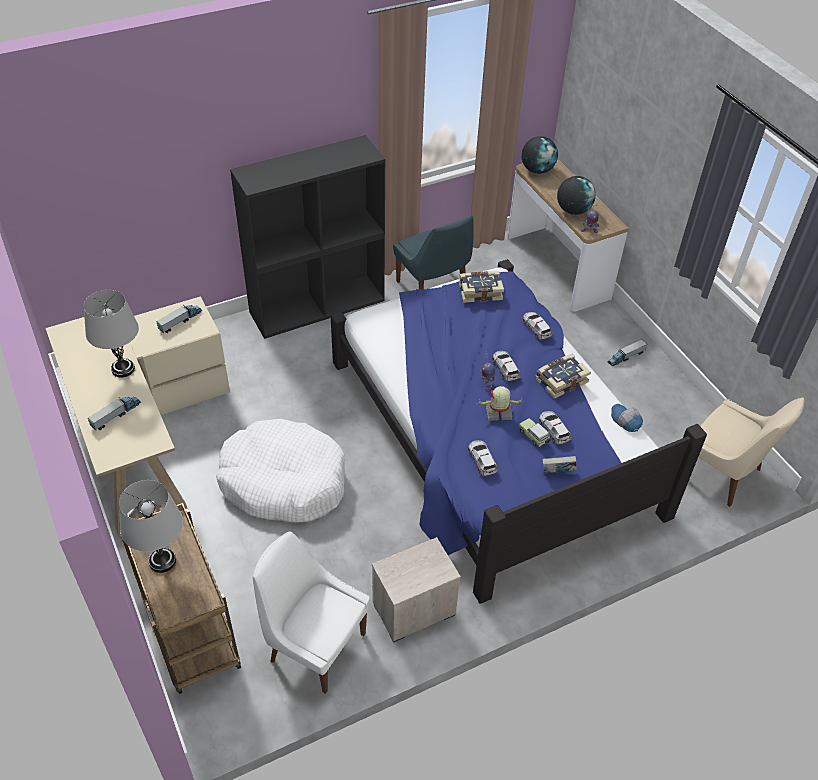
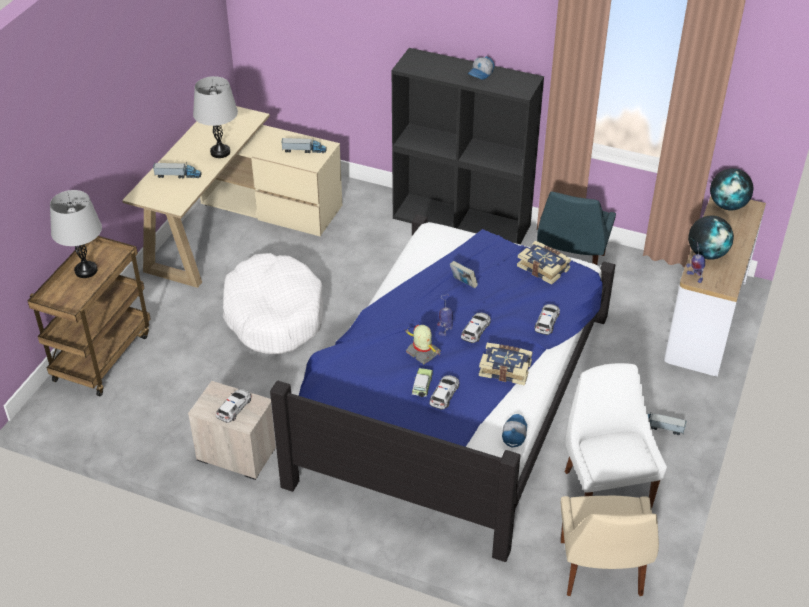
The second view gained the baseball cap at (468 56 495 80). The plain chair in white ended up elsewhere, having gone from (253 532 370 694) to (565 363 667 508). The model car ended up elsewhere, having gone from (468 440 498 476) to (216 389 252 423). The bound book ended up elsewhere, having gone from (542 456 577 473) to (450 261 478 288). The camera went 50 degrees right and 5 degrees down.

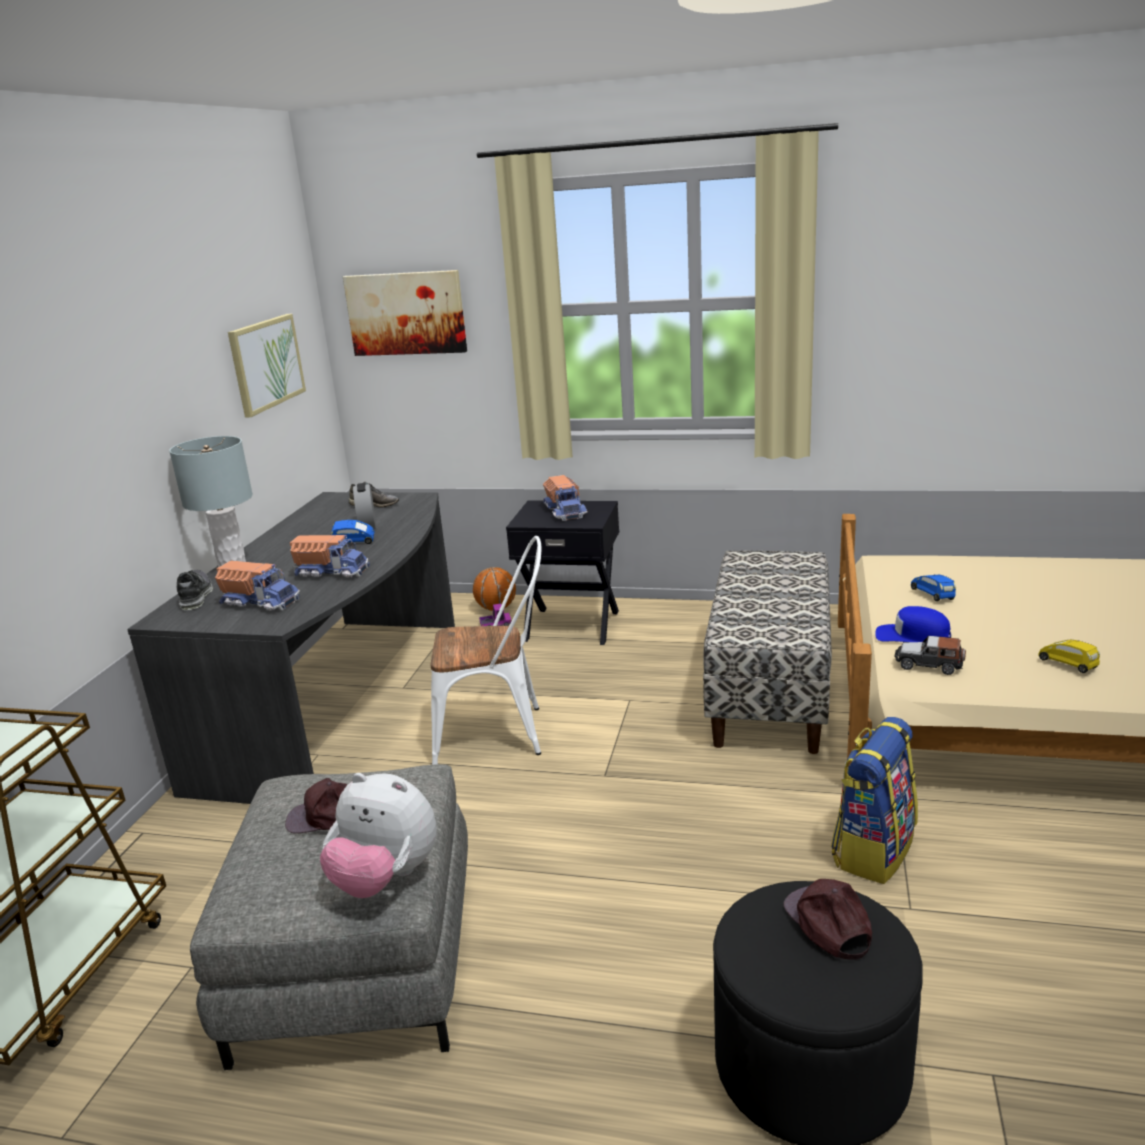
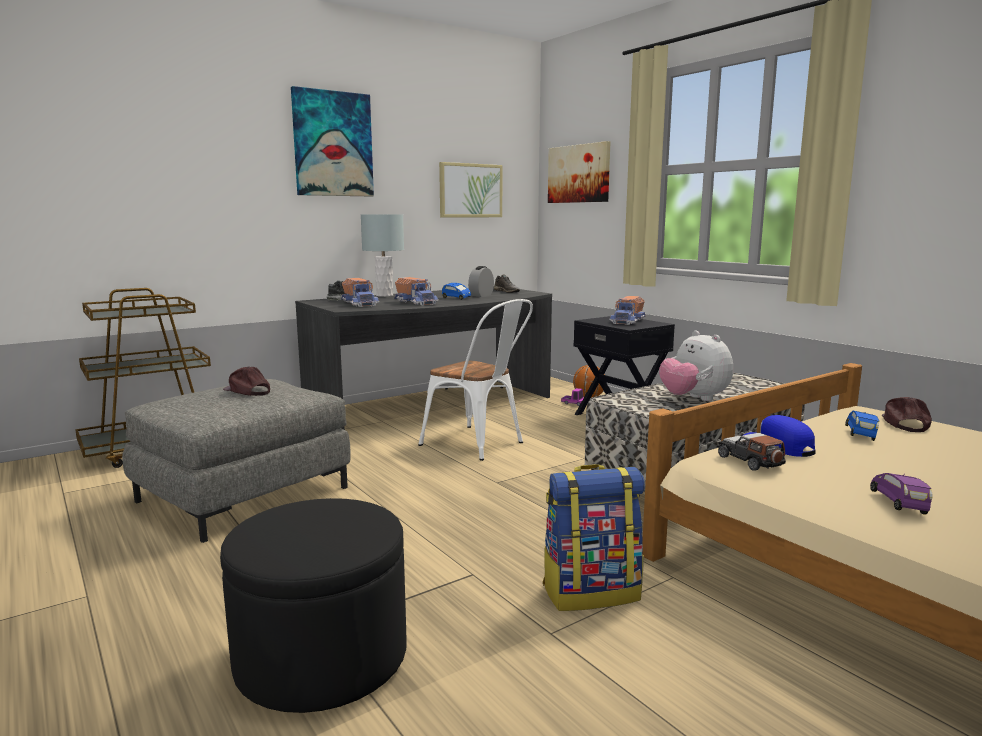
The second view gained the wall picture at (291 86 374 197). The cuddly toy ended up elsewhere, having gone from (320 773 437 898) to (659 331 733 401). The baseball cap in brownish ended up elsewhere, having gone from (784 879 872 960) to (882 397 932 432). What was the model car in yellowish at (1038 640 1100 673) turned into the model car in purple-coloured at (870 473 933 514). The camera went 40 degrees right and 10 degrees down.

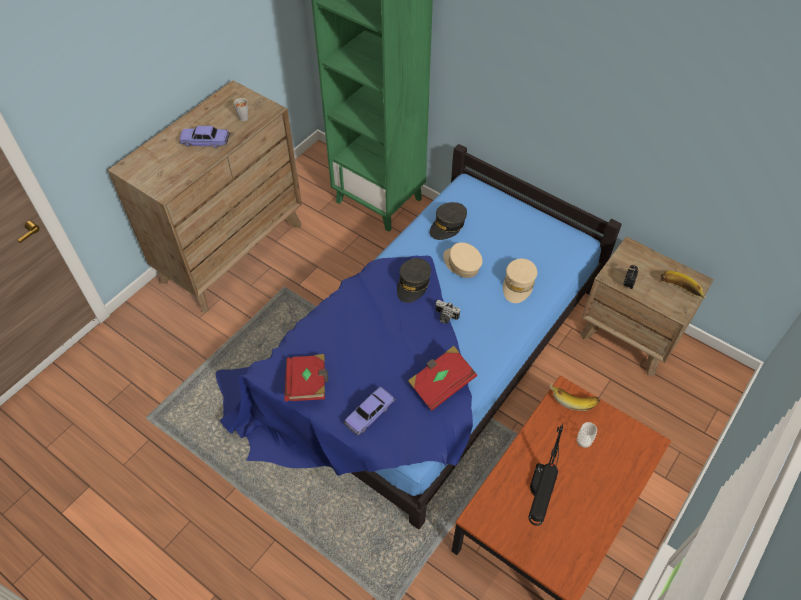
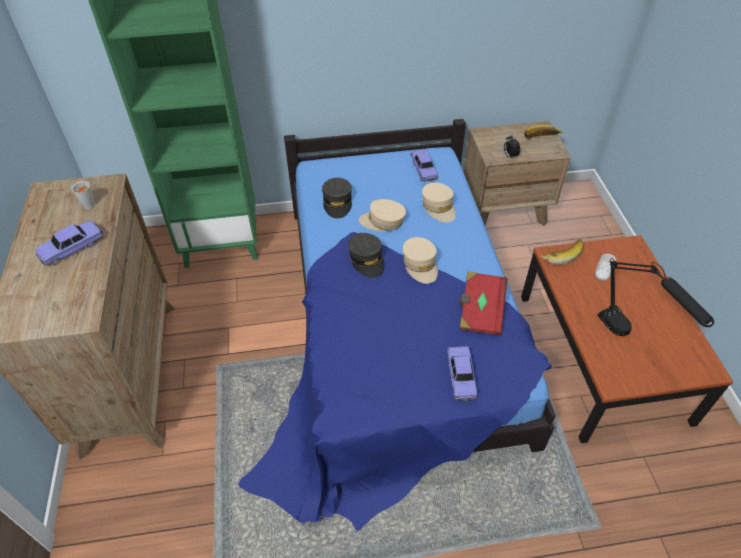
The second view lost the bound book in reddish at (284 354 328 402). The second view gained the model car at (410 149 438 182). Where the still camera stood at (435 300 460 324), the baseball cap in beige came to stand at (403 237 438 284). The camera went 45 degrees left and 5 degrees down.

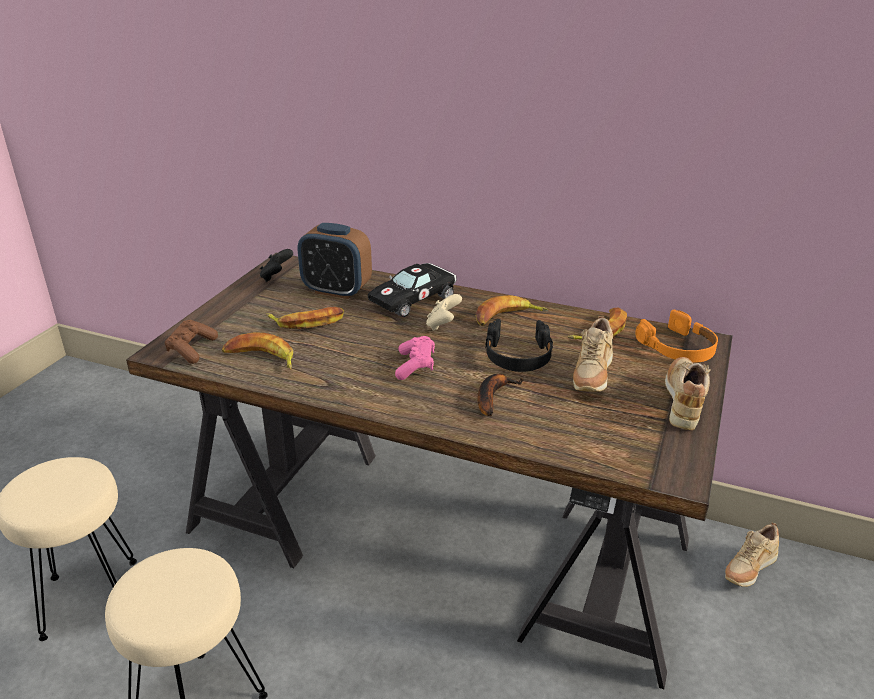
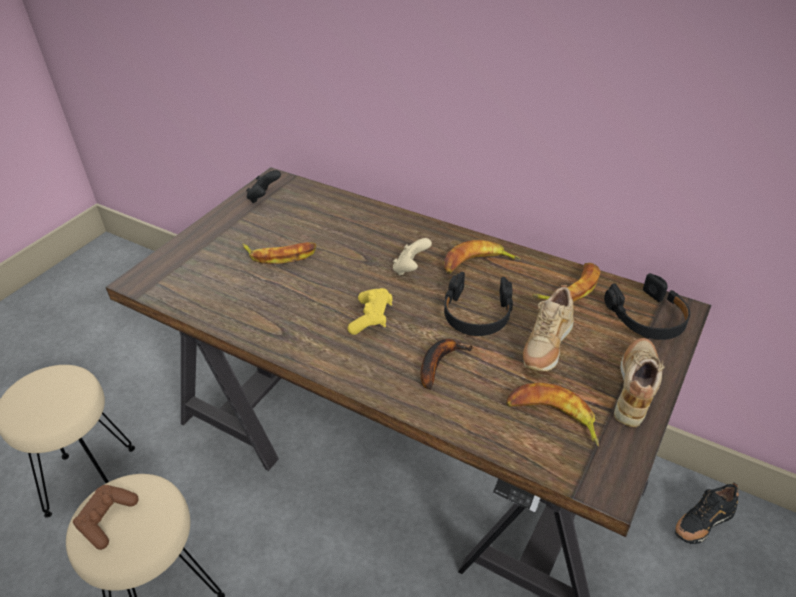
The second view lost the table clock at (298 223 372 299). The second view lost the model car in black-coloured at (368 263 457 317). The joypad in brownish ended up elsewhere, having gone from (165 320 218 364) to (73 485 139 550). The banana fruit ended up elsewhere, having gone from (221 333 293 370) to (506 383 599 446). What was the joypad in pink-coloured at (395 336 435 380) turned into the joypad in yellowish at (348 288 392 335). What was the headphones in orange-coloured at (635 310 718 363) turned into the headphones in black-coloured at (604 273 690 340). What was the item of footwear in beige at (725 523 779 587) turned into the item of footwear in black-coloured at (675 482 739 544). The camera went 10 degrees right and 10 degrees up.

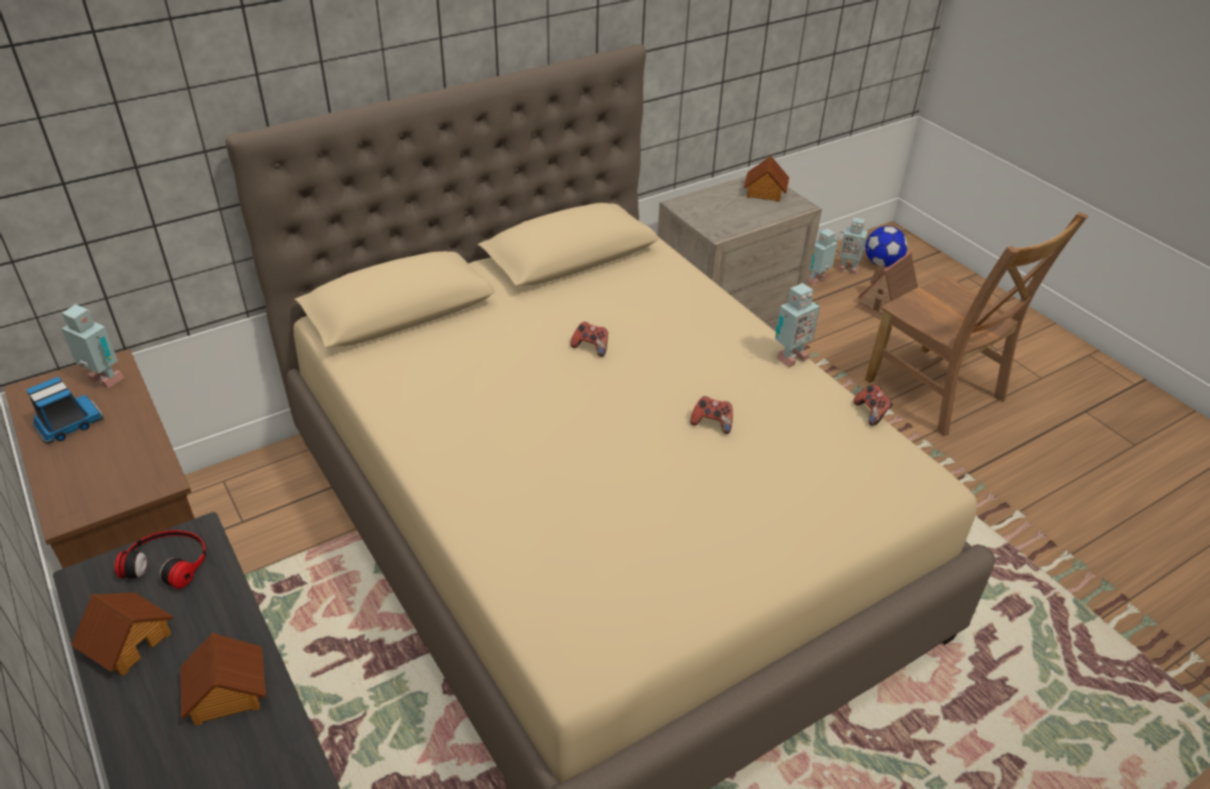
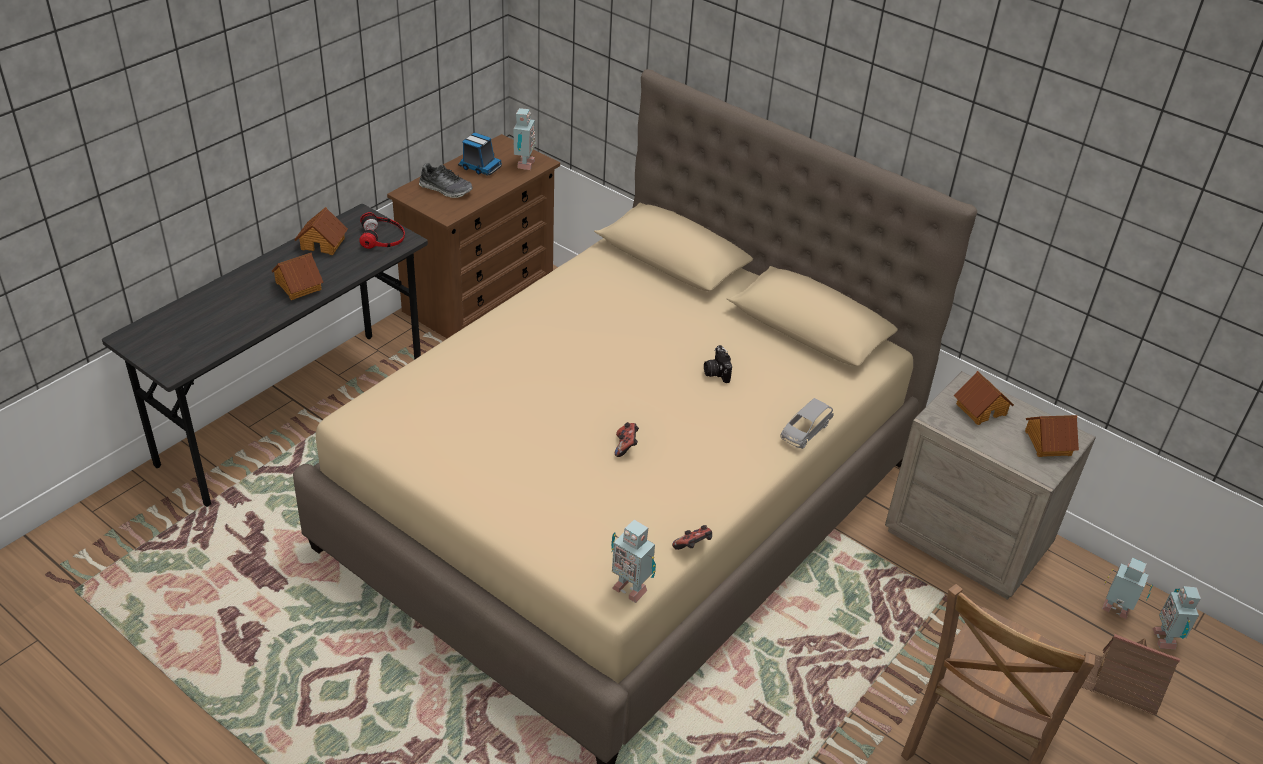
The second view lost the joypad at (570 322 608 357). The second view lost the football at (865 226 908 267). The second view gained the item of footwear at (419 163 473 198). The second view gained the still camera at (704 345 732 383). The second view gained the model car in grey at (780 398 834 449). The second view gained the toy house at (954 371 1014 425). The toy robot ended up elsewhere, having gone from (775 283 820 368) to (611 520 656 603). The camera went 70 degrees right and 0 degrees up.

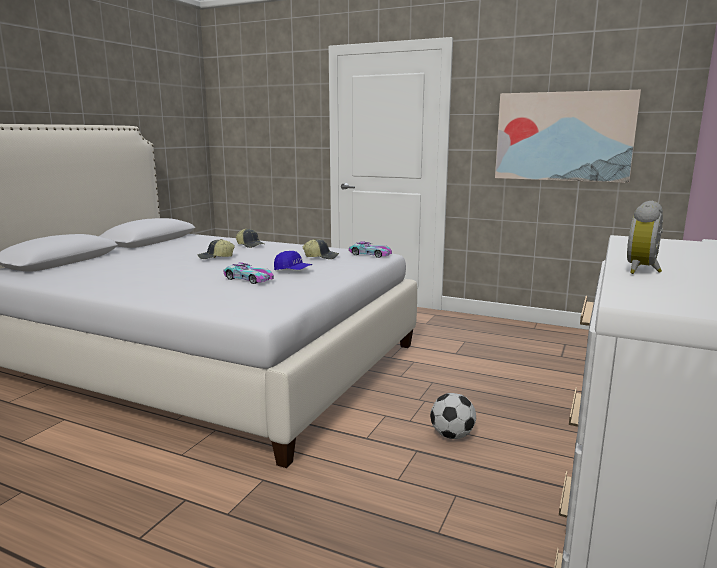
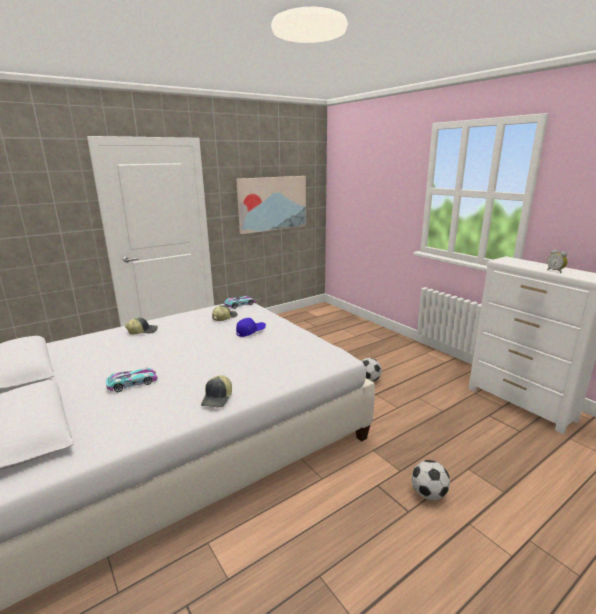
The second view gained the football at (412 460 450 500). The baseball cap ended up elsewhere, having gone from (197 239 235 259) to (201 375 232 408). The model car ended up elsewhere, having gone from (224 262 274 284) to (106 368 158 392). The camera went 60 degrees left and 5 degrees up.

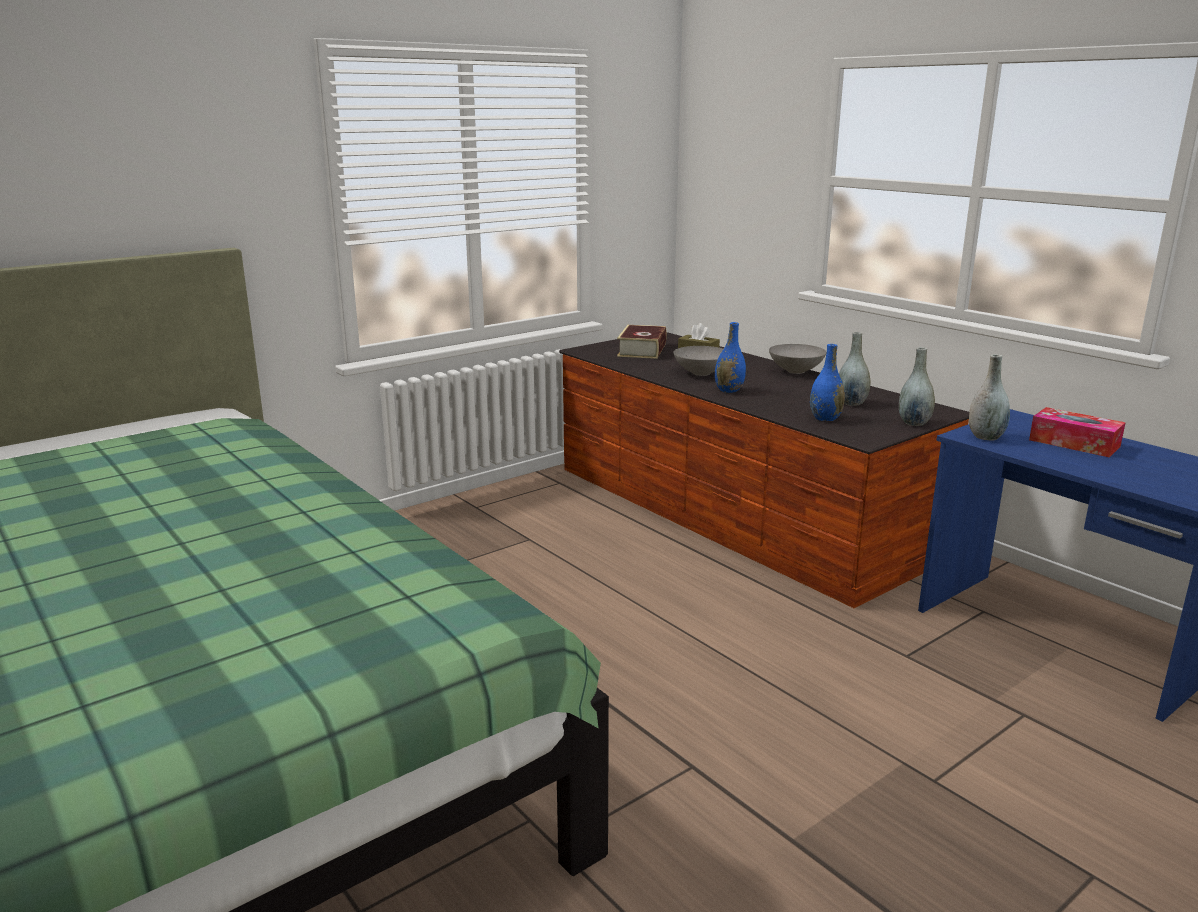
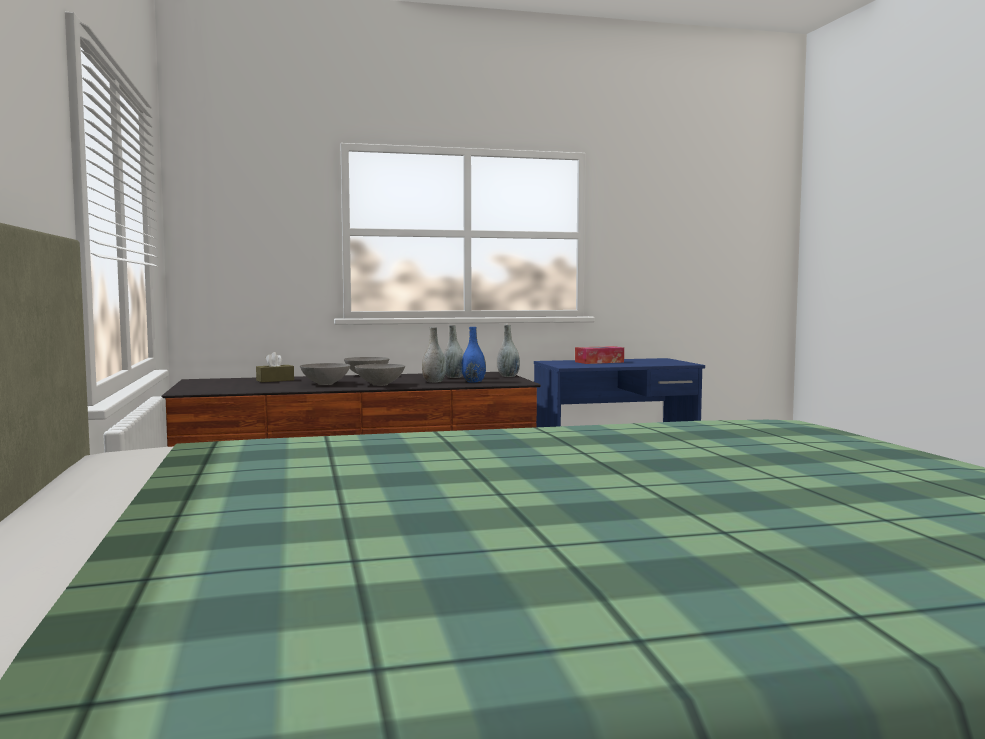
The second view lost the bound book at (617 325 667 359). The flower vase in grey ended up elsewhere, having gone from (969 354 1010 441) to (422 327 446 383). Where the flower vase in blue stood at (715 322 746 393), the serving bowl in grey came to stand at (355 364 405 386). The camera went 65 degrees left and 15 degrees down.

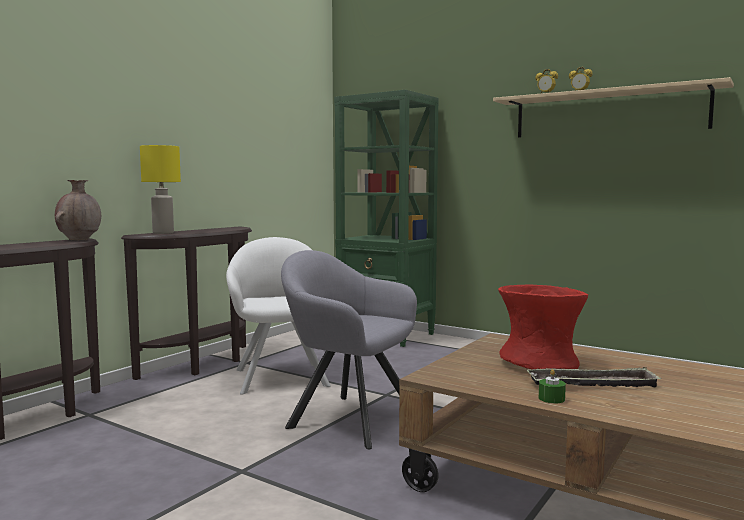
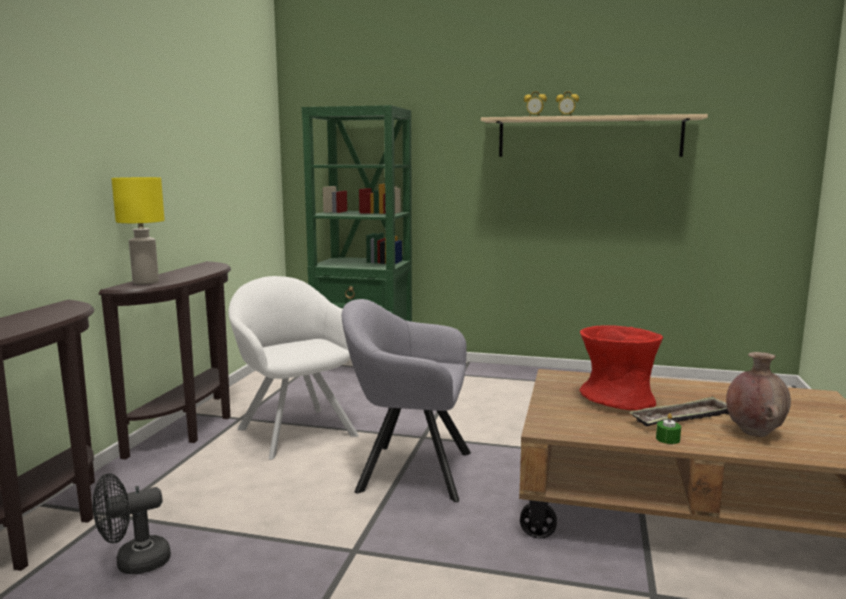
The second view gained the electric fan in black-coloured at (92 473 171 574). The flower vase in brownish ended up elsewhere, having gone from (55 180 101 240) to (726 352 791 437). The camera went 20 degrees left and 5 degrees up.

